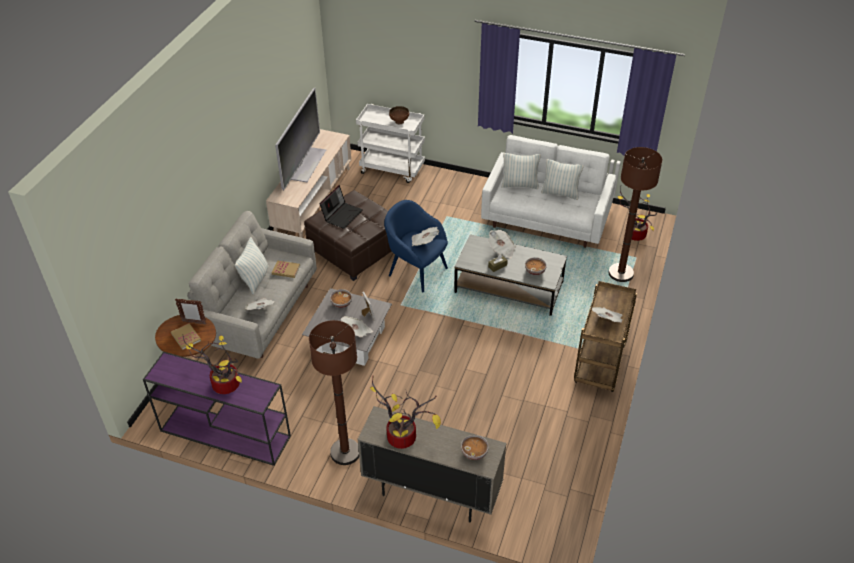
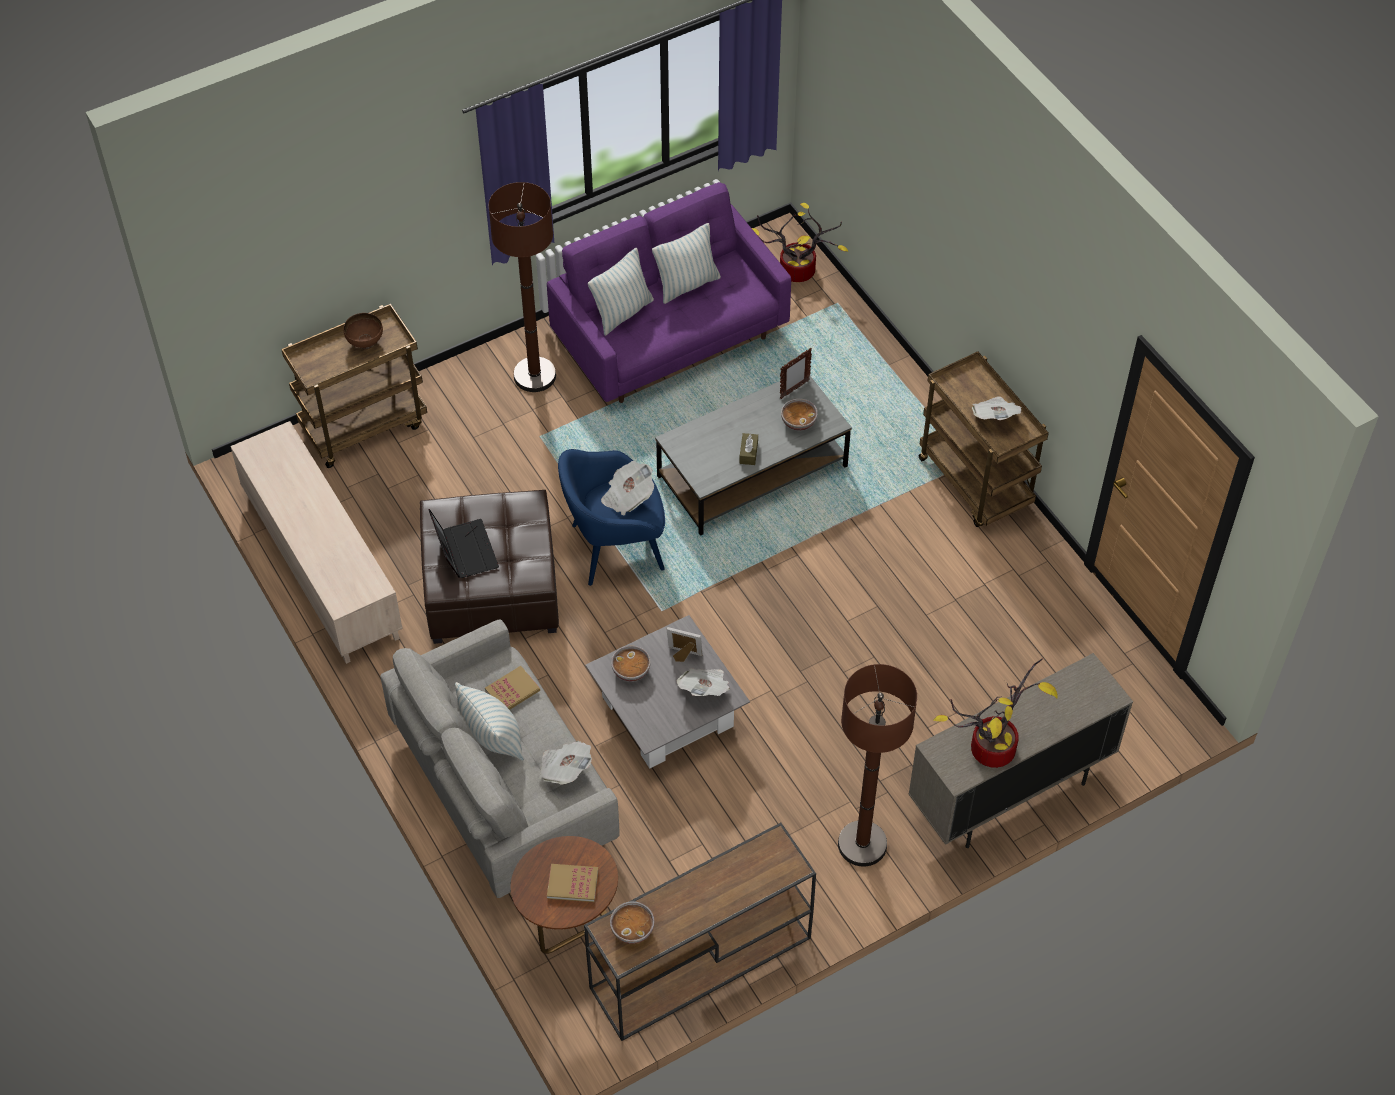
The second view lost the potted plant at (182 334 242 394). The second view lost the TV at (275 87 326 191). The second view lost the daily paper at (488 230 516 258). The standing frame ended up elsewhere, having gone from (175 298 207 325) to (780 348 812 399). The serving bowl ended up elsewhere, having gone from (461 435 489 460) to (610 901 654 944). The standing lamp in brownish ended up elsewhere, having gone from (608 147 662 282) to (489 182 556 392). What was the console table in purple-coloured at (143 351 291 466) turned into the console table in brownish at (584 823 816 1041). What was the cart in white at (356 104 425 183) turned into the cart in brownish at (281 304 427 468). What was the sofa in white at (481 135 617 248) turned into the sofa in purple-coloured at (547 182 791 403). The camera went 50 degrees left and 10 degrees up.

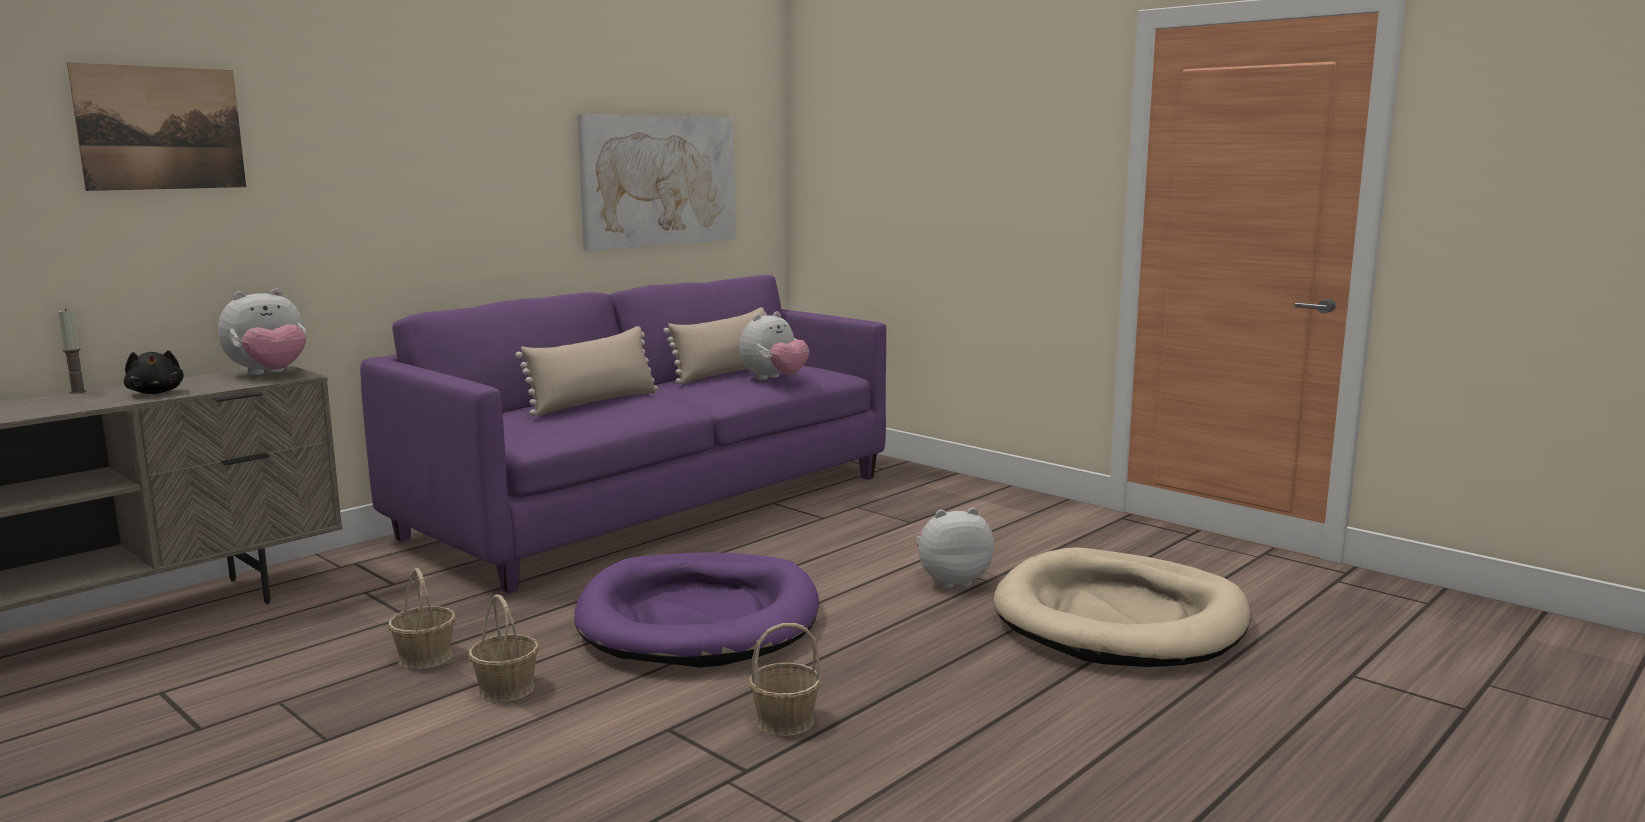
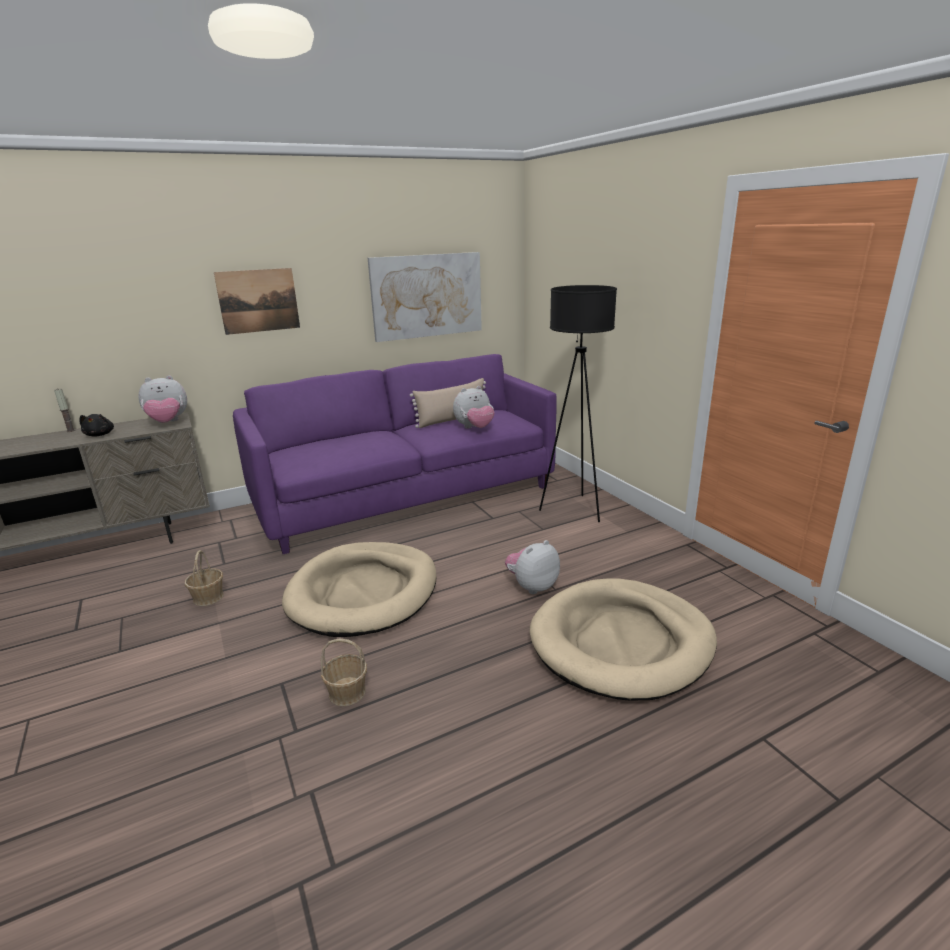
The second view lost the storage basket at (468 594 539 702). The second view lost the throw pillow in beige at (515 326 658 416). The second view gained the standing lamp in black-coloured at (539 285 617 522). The wall picture ended up elsewhere, having gone from (67 62 246 191) to (214 268 300 335). What was the pet bed in purple-coloured at (574 552 819 667) turned into the pet bed in beige at (282 542 437 637). The cuddly toy at (917 507 994 589) ended up facing another way, 45 degrees counterclockwise from before. The camera went 20 degrees right and 10 degrees up.

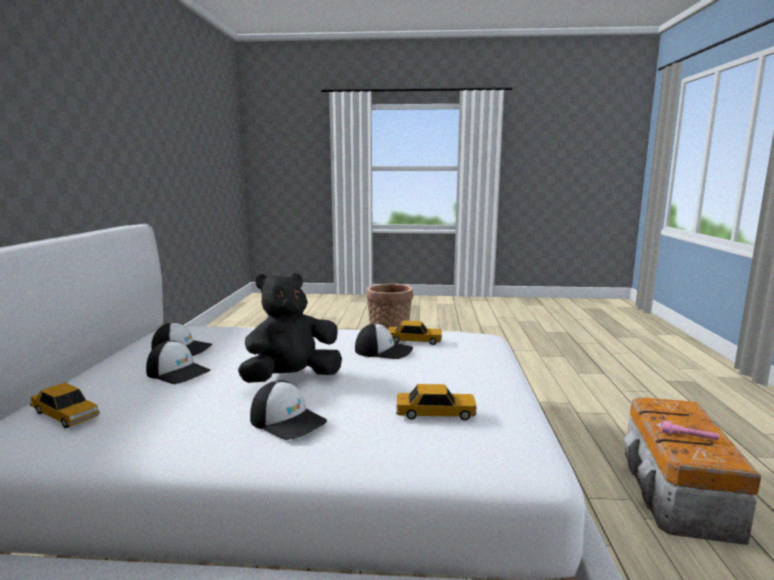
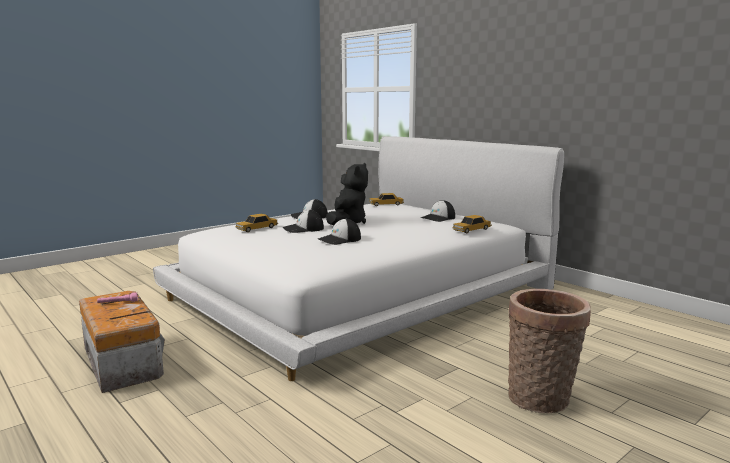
The baseball cap ended up elsewhere, having gone from (146 341 211 384) to (283 210 324 233). The model car ended up elsewhere, having gone from (388 321 442 345) to (453 215 492 233). The camera went 135 degrees right and 0 degrees up.

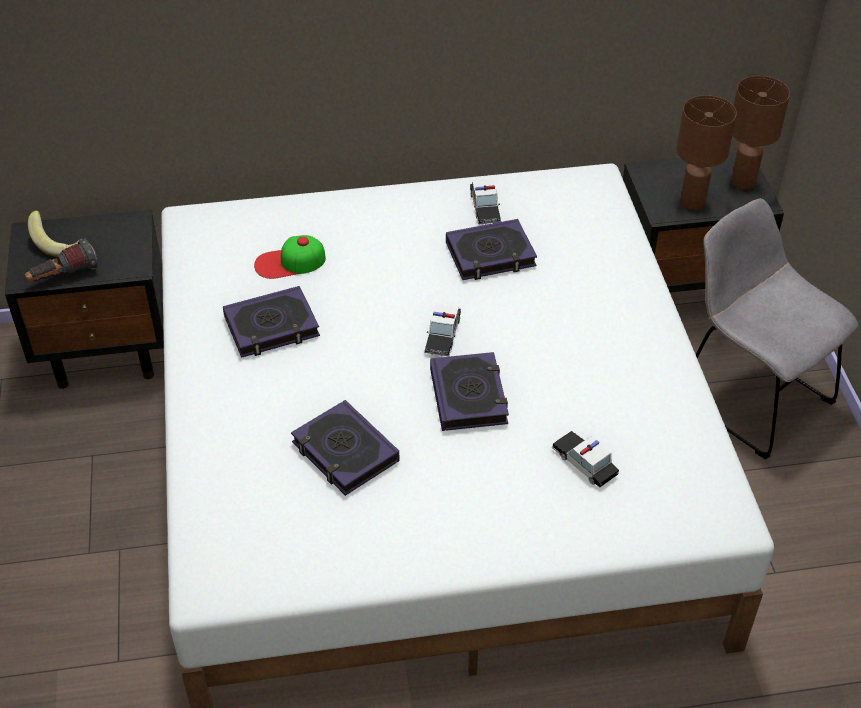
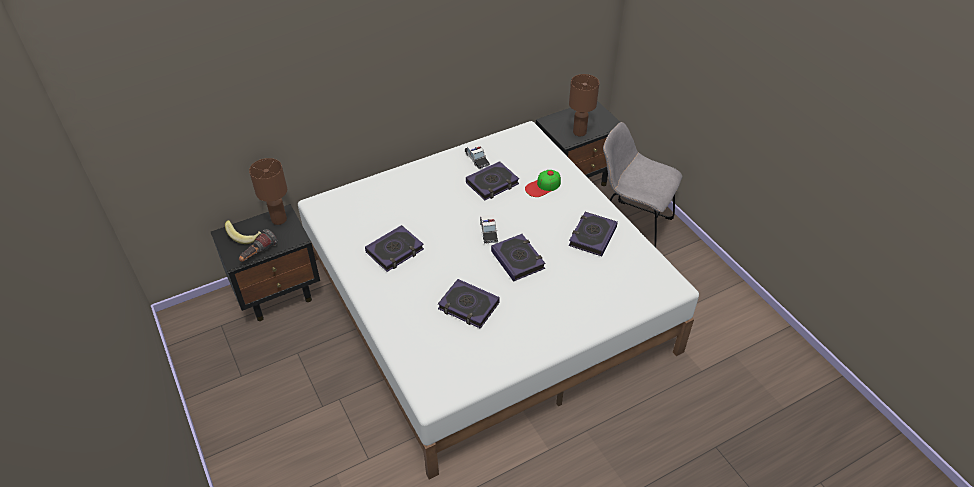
The second view lost the model car at (552 431 619 488). The second view gained the bound book at (569 212 618 256). The baseball cap ended up elsewhere, having gone from (254 235 326 279) to (525 170 561 197). The table lamp in brownish ended up elsewhere, having gone from (731 76 790 190) to (249 158 287 225). The camera went 20 degrees left and 0 degrees up.

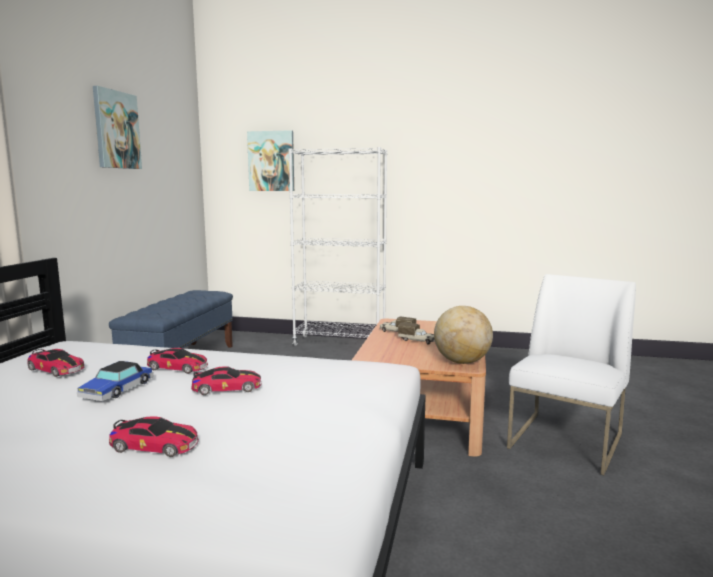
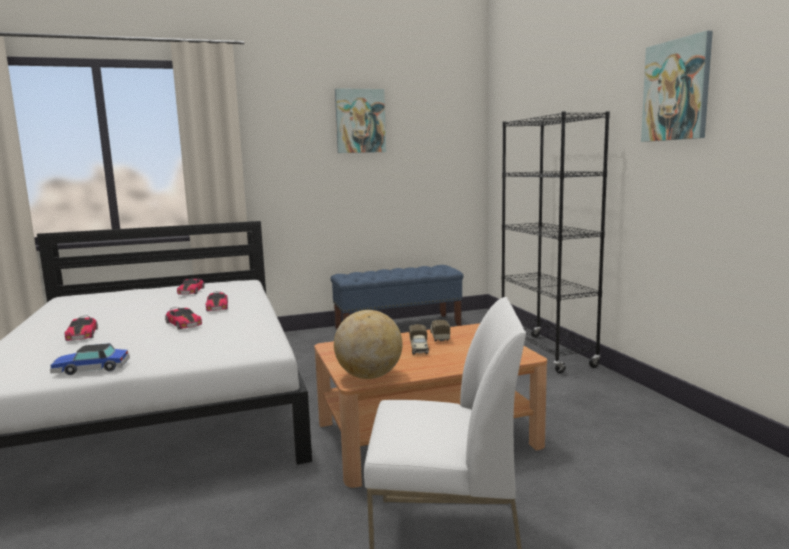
The model car ended up elsewhere, having gone from (77 361 154 401) to (50 343 130 375). The wall picture ended up elsewhere, having gone from (247 130 294 191) to (641 31 713 142). What was the shelving unit in white at (289 147 387 346) turned into the shelving unit in black-coloured at (501 111 610 373). The camera went 60 degrees right and 0 degrees up.

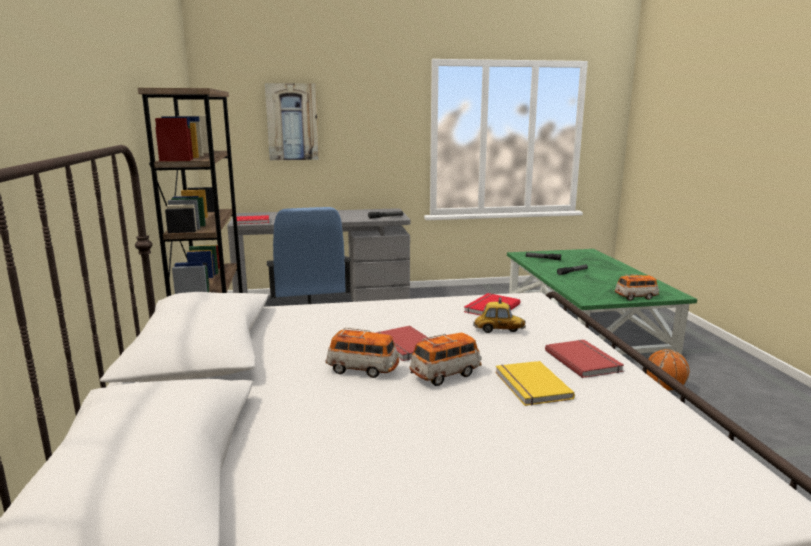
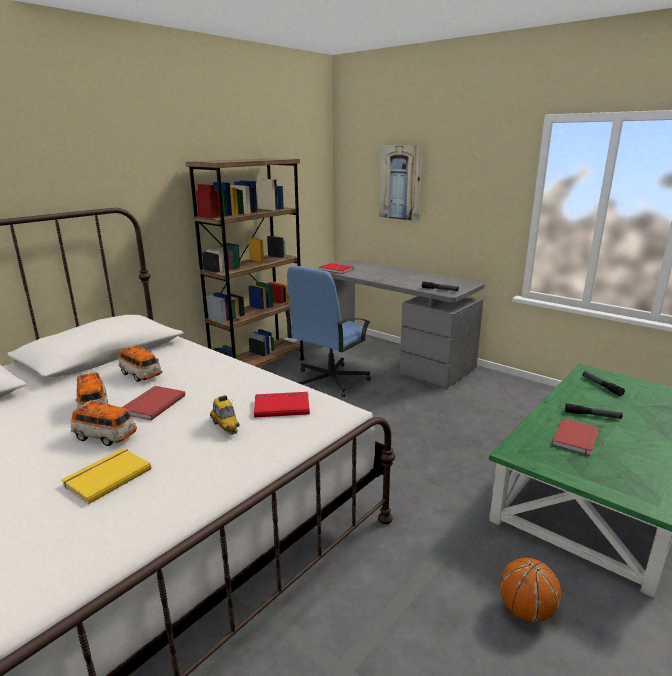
The bound book in reddish ended up elsewhere, having gone from (545 340 624 378) to (552 418 599 455). The model car ended up elsewhere, having gone from (615 274 659 301) to (119 345 162 382). The camera went 50 degrees right and 5 degrees up.

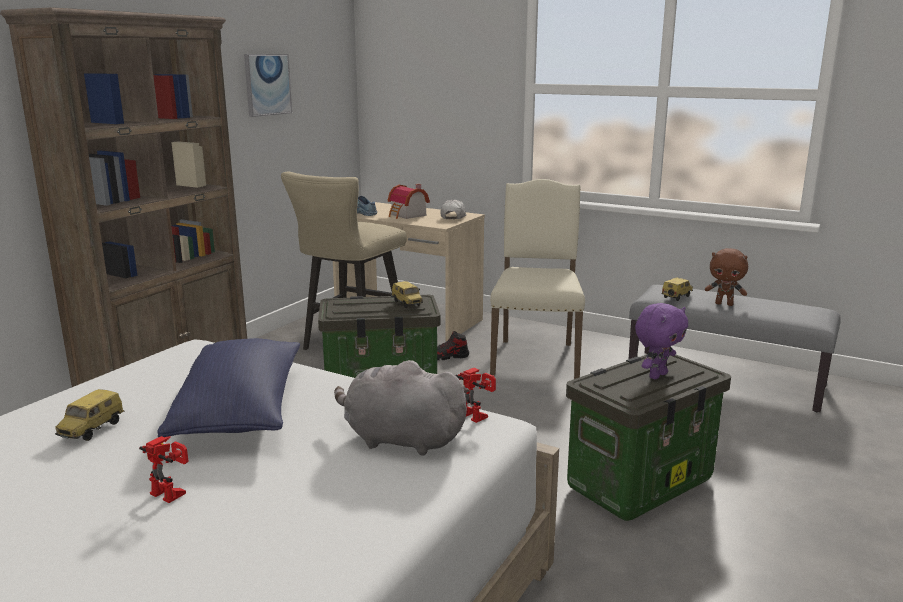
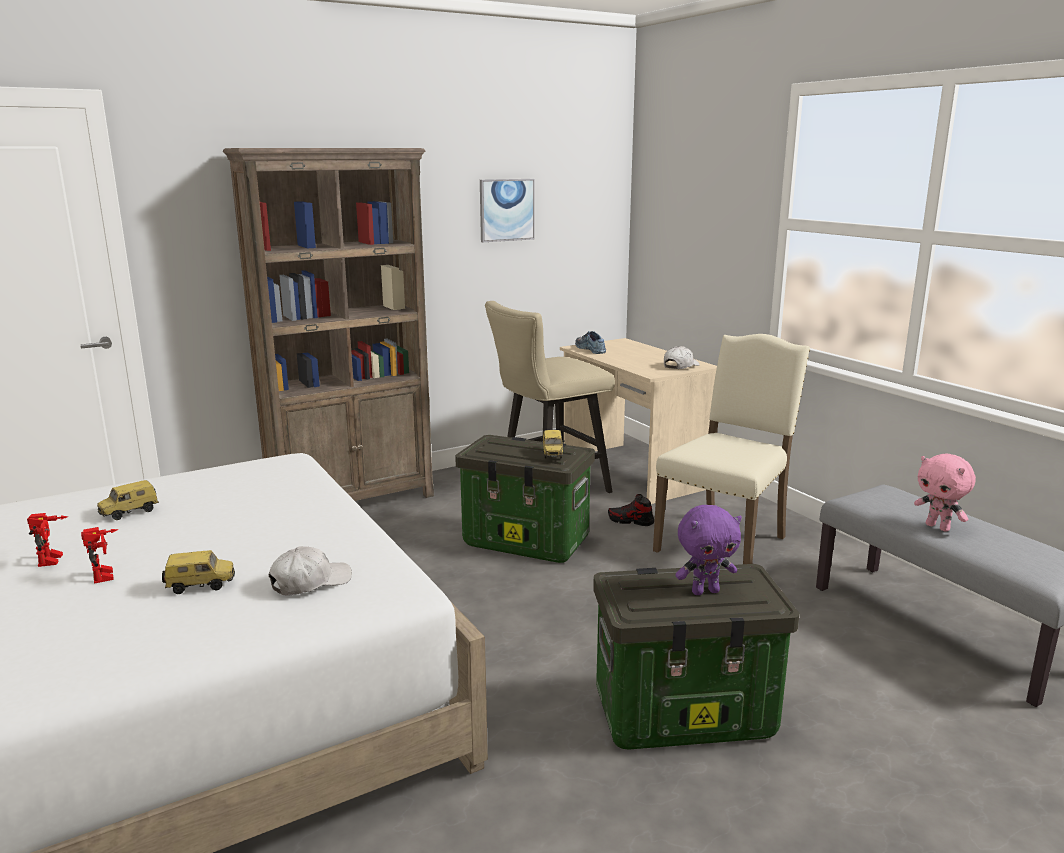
The second view lost the throw pillow in blue at (157 338 300 437). The second view lost the toy house at (388 184 430 219). The toy robot ended up elsewhere, having gone from (455 368 496 423) to (27 513 68 567). The model car ended up elsewhere, having gone from (661 278 693 301) to (162 550 235 594). Where the cuddly toy in grey stood at (334 360 470 456), the baseball cap in white came to stand at (269 546 352 596). What was the cuddly toy in brownish at (705 248 748 306) turned into the cuddly toy in pink-coloured at (914 453 976 532). The camera went 30 degrees right and 0 degrees up.

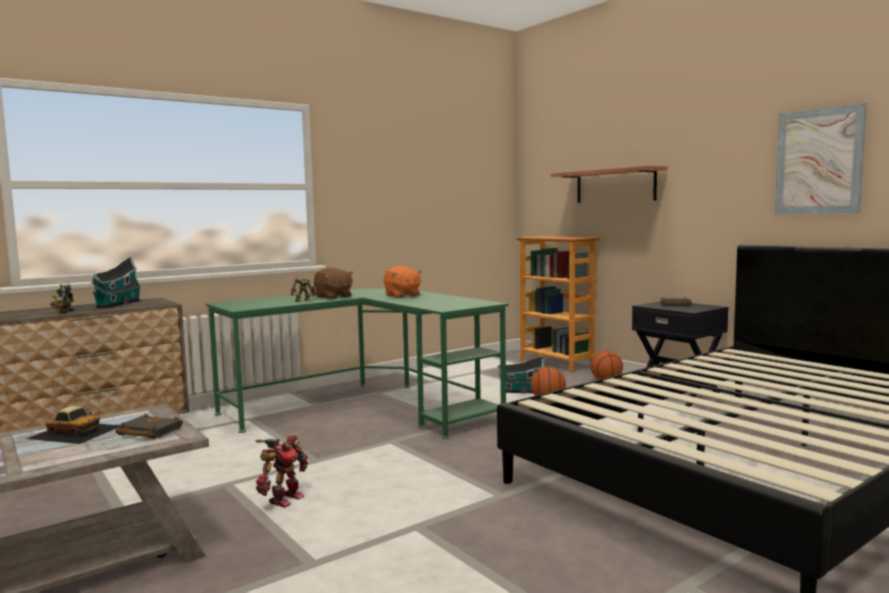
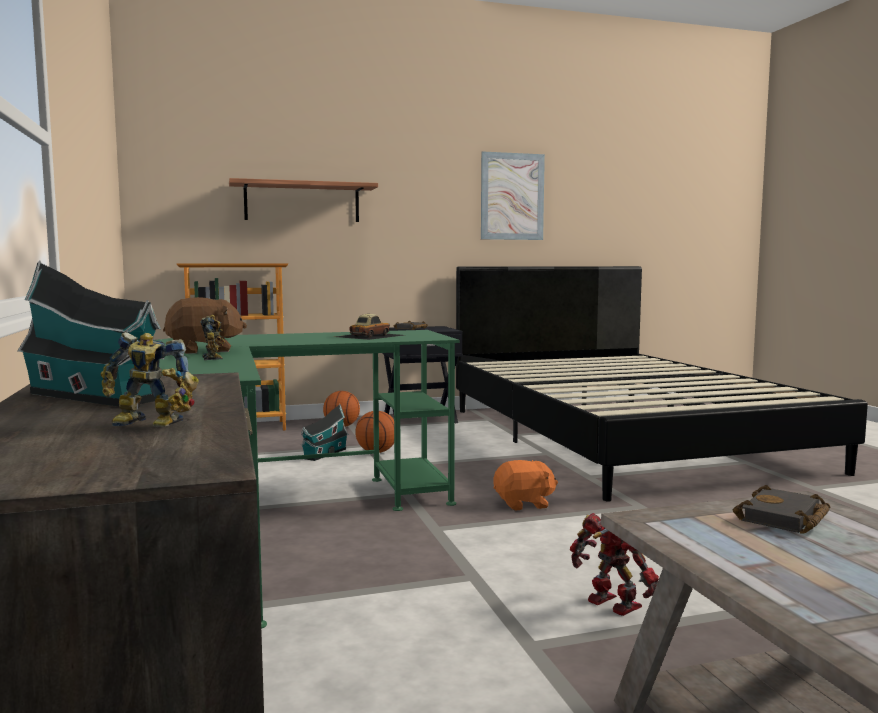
The model car ended up elsewhere, having gone from (26 406 118 444) to (335 314 403 340). The cuddly toy in orange-coloured ended up elsewhere, having gone from (384 266 422 298) to (494 460 558 511). The camera went 70 degrees left and 0 degrees up.

